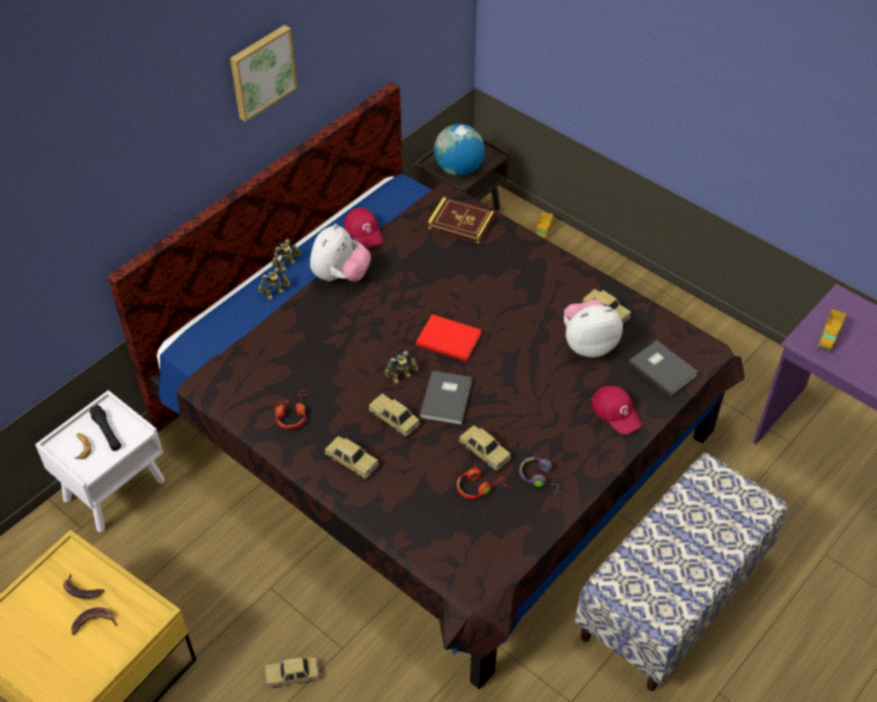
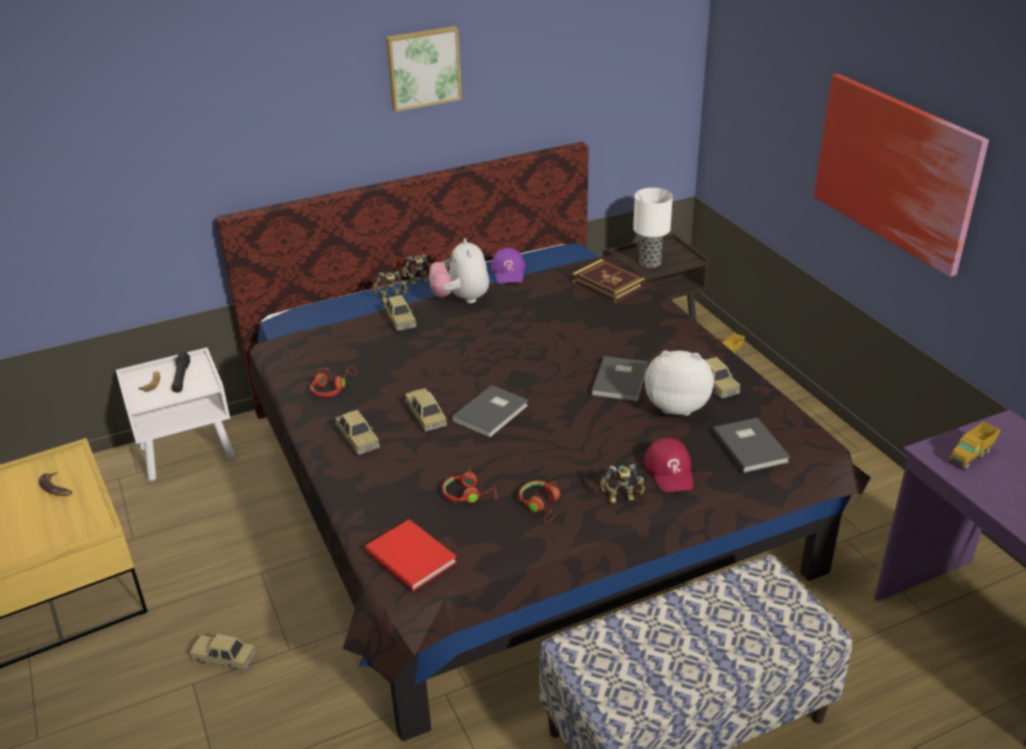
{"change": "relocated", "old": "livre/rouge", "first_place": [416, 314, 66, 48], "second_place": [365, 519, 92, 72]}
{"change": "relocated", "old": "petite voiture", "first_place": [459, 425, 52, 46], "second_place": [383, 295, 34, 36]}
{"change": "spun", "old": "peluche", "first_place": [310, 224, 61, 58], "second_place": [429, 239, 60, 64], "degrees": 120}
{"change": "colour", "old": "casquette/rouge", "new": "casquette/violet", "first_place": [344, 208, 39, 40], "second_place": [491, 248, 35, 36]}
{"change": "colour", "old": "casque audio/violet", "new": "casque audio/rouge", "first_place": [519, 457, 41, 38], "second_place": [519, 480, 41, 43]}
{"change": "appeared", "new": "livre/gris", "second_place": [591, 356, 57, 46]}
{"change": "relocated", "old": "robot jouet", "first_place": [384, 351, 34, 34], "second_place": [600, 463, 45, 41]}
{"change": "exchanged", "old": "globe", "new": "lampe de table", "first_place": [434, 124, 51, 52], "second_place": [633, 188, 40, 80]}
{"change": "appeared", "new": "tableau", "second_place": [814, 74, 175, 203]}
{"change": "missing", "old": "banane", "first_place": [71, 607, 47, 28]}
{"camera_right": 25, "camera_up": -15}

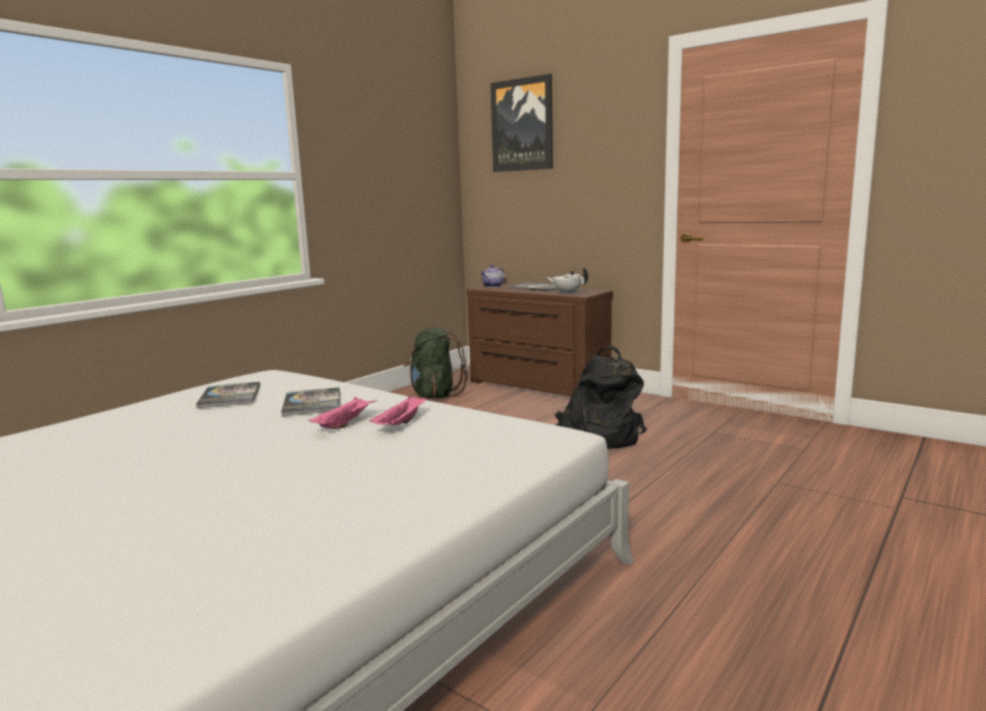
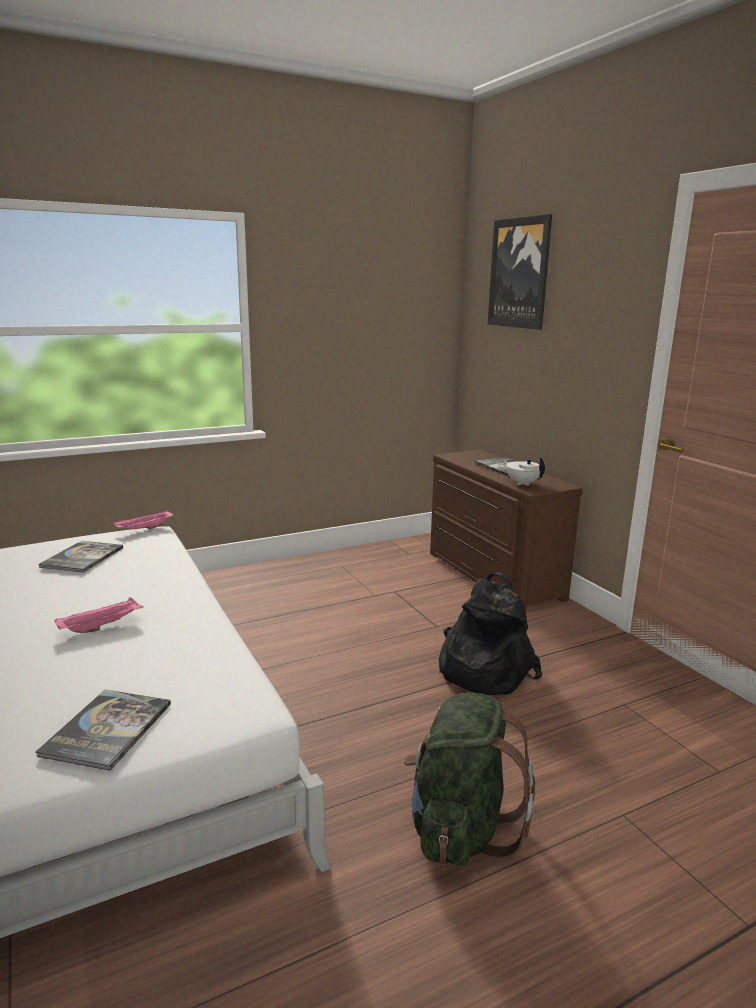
{"change": "relocated", "old": "livre", "first_place": [281, 387, 59, 29], "second_place": [36, 690, 135, 81]}
{"change": "relocated", "old": "plateau/rose", "first_place": [369, 396, 57, 29], "second_place": [113, 510, 61, 19]}
{"change": "relocated", "old": "sac à dos/vert", "first_place": [403, 328, 65, 70], "second_place": [404, 693, 131, 173]}
{"change": "missing", "old": "théière", "first_place": [480, 265, 25, 22]}
{"camera_right": 25, "camera_up": 5}

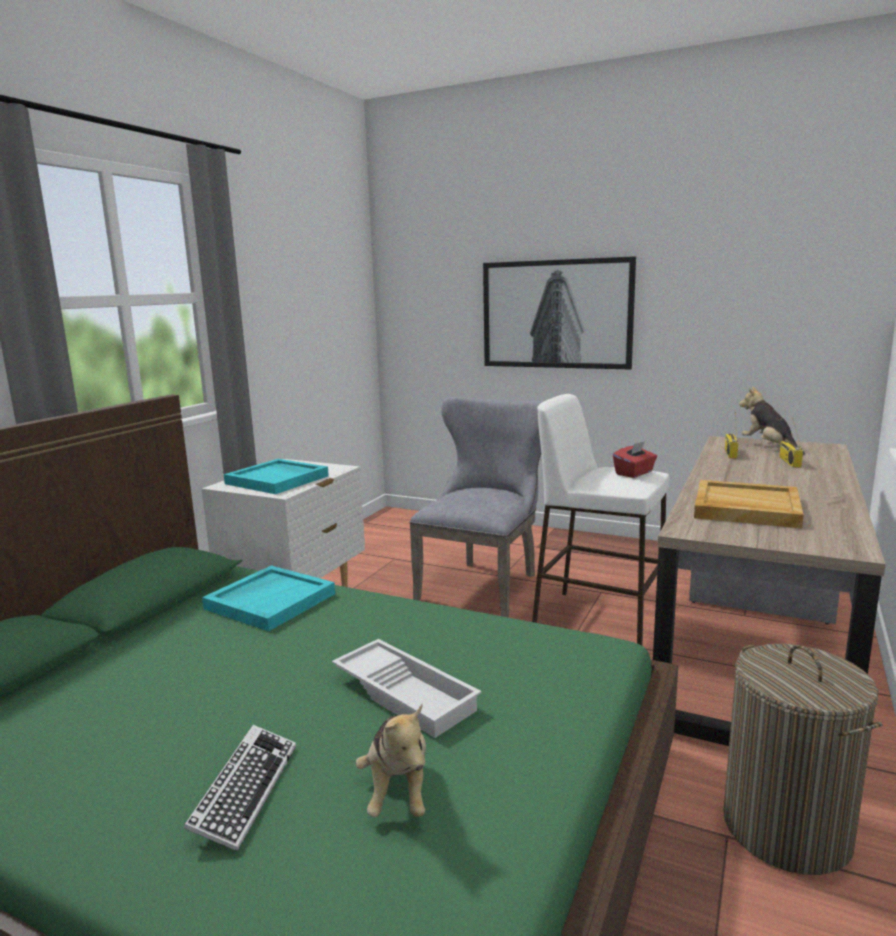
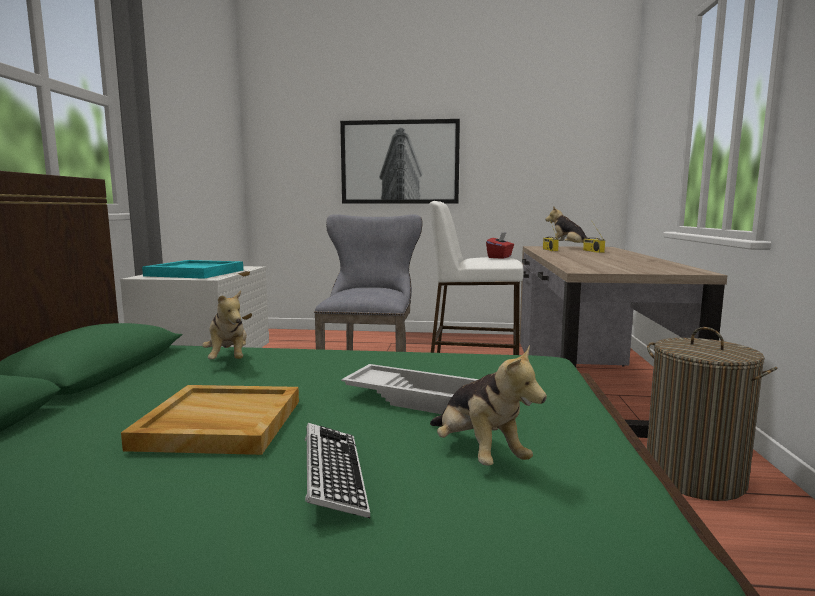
{"change": "relocated", "old": "plateau/beige", "first_place": [694, 480, 110, 48], "second_place": [121, 385, 178, 70]}
{"change": "exchanged", "old": "plateau/turquoise", "new": "peluche", "first_place": [202, 566, 133, 65], "second_place": [202, 290, 45, 69]}
{"camera_right": -20, "camera_up": -5}

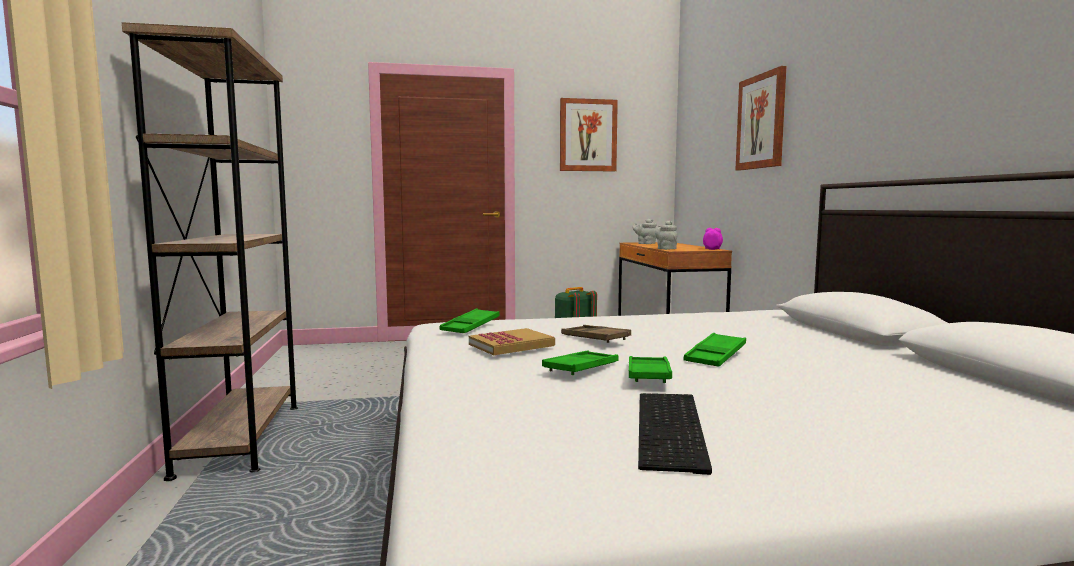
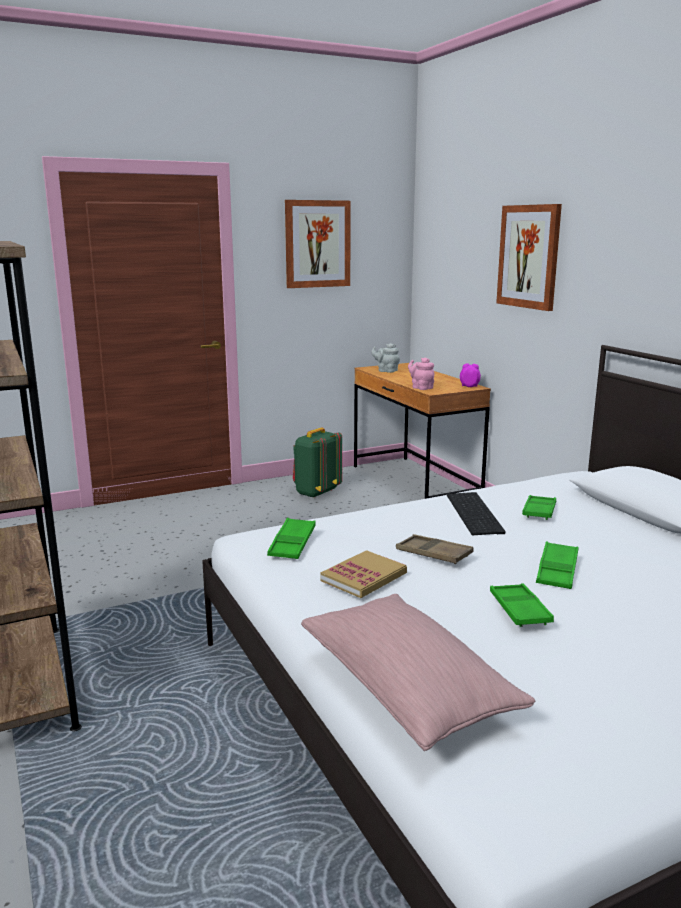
{"change": "appeared", "new": "coussin/rose", "second_place": [301, 594, 234, 157]}
{"change": "colour", "old": "théière/gris", "new": "théière/rose", "first_place": [655, 220, 22, 30], "second_place": [408, 358, 26, 32]}
{"change": "relocated", "old": "clavier", "first_place": [638, 393, 74, 82], "second_place": [447, 492, 59, 43]}
{"change": "relocated", "old": "plateau/vert", "first_place": [542, 351, 77, 24], "second_place": [522, 495, 34, 25]}
{"camera_right": -15, "camera_up": 10}

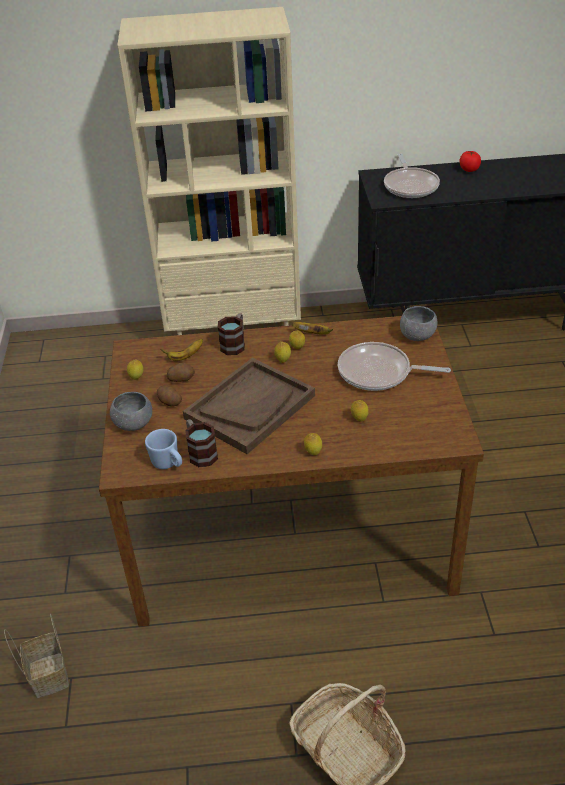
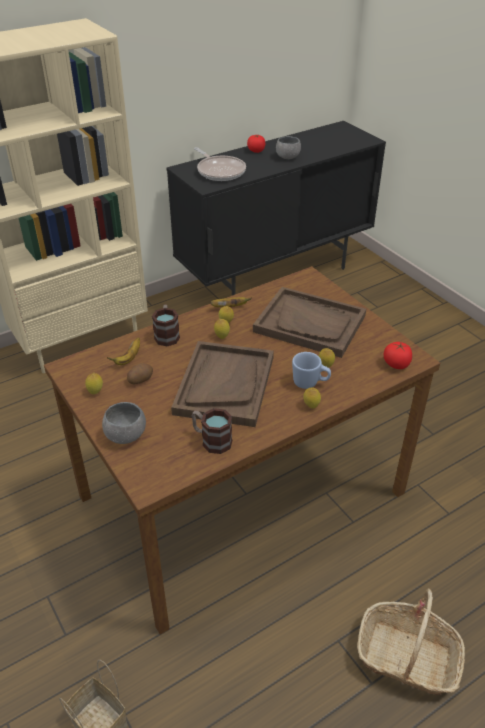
{"change": "exchanged", "old": "poêle", "new": "plateau/marron", "first_place": [338, 342, 113, 49], "second_place": [253, 287, 113, 71]}
{"change": "relocated", "old": "bol/gris", "first_place": [400, 306, 38, 35], "second_place": [276, 136, 25, 23]}
{"change": "relocated", "old": "mug/bleu", "first_place": [145, 429, 37, 40], "second_place": [292, 352, 39, 37]}
{"change": "appeared", "new": "tomate", "second_place": [384, 342, 28, 27]}
{"change": "missing", "old": "pomme de terre", "first_place": [157, 385, 25, 21]}
{"camera_right": -30, "camera_up": 0}

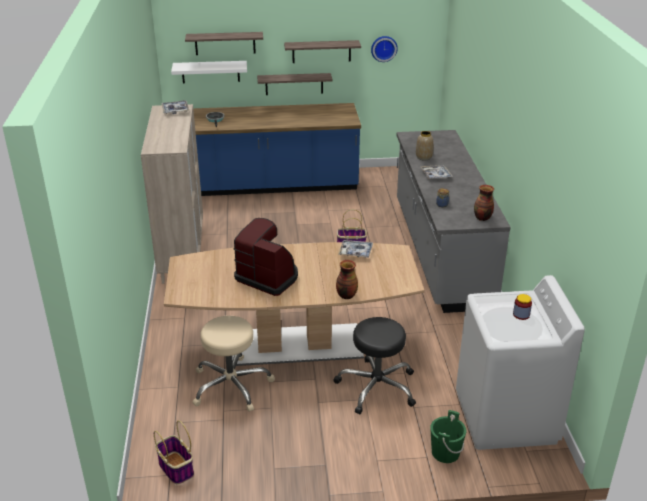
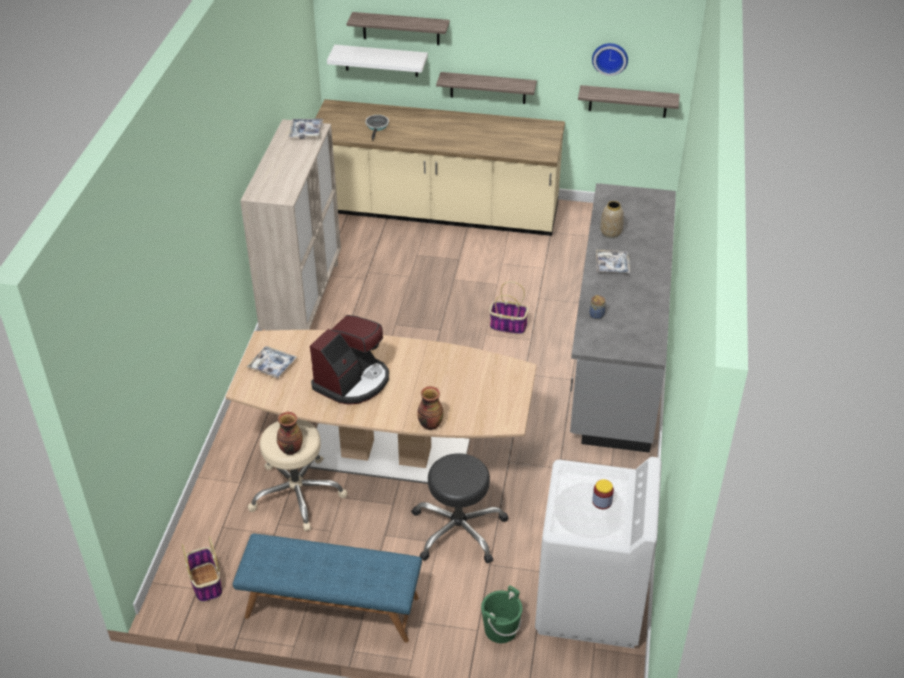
{"change": "appeared", "new": "banc/bleu", "second_place": [233, 533, 189, 110]}
{"change": "relocated", "old": "plateau", "first_place": [338, 240, 35, 18], "second_place": [246, 346, 51, 33]}
{"change": "relocated", "old": "vase", "first_place": [474, 185, 20, 36], "second_place": [277, 412, 26, 43]}
{"change": "spun", "old": "machine à café", "first_place": [234, 218, 64, 78], "second_place": [310, 315, 79, 89], "degrees": 75}
{"change": "colour", "old": "comptoir de cuisine/bleu", "new": "comptoir de cuisine/beige", "first_place": [193, 103, 168, 93], "second_place": [315, 99, 250, 137]}
{"change": "relocated", "old": "étagère", "first_place": [284, 40, 77, 23], "second_place": [578, 85, 102, 33]}
{"camera_right": 15, "camera_up": 10}

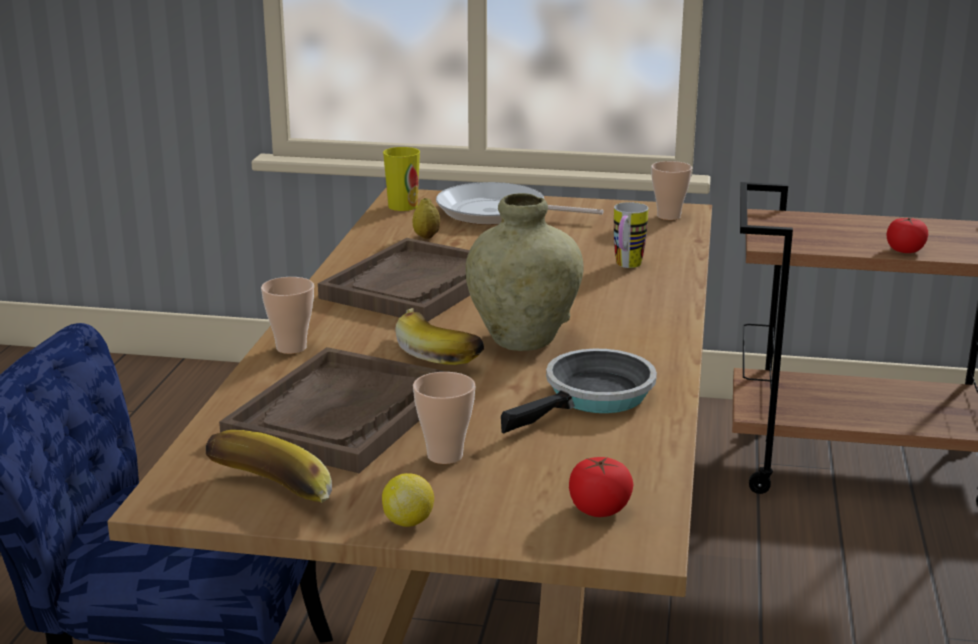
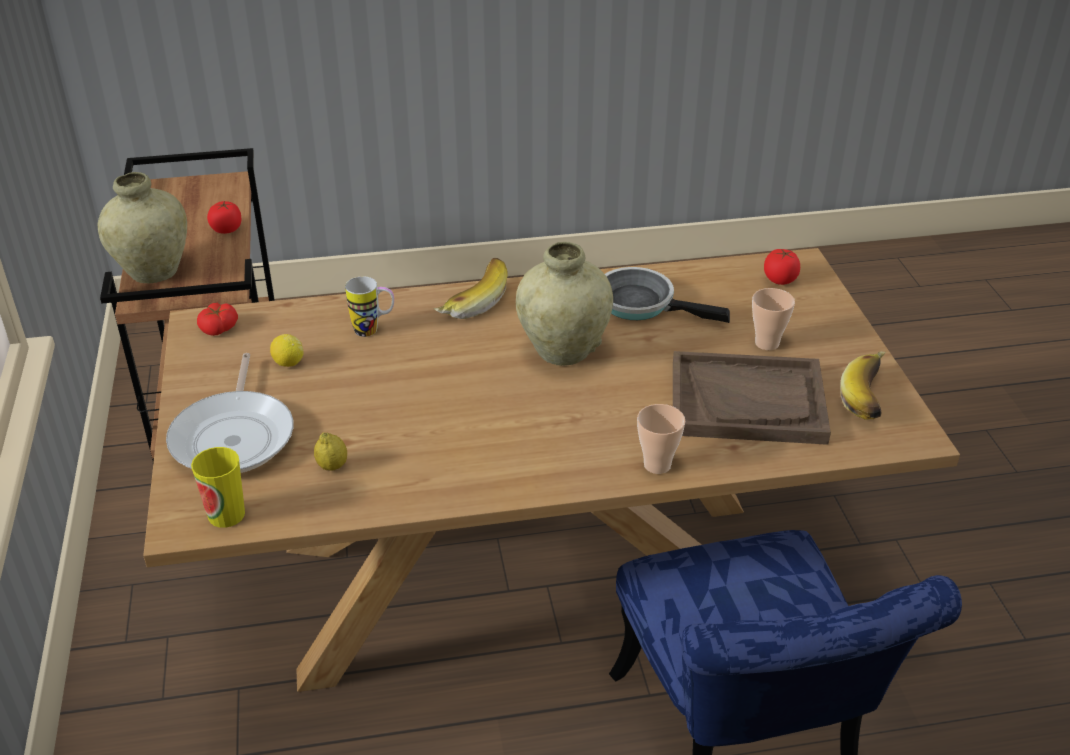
{"change": "appeared", "new": "vase/beige", "second_place": [98, 172, 89, 111]}
{"change": "exchanged", "old": "tasse", "new": "tomate", "first_place": [651, 161, 41, 59], "second_place": [197, 303, 41, 33]}
{"change": "relocated", "old": "citron", "first_place": [382, 473, 52, 54], "second_place": [270, 334, 33, 33]}
{"change": "relocated", "old": "banane", "first_place": [395, 308, 89, 57], "second_place": [433, 258, 75, 61]}
{"change": "missing", "old": "plateau/marron", "first_place": [318, 238, 152, 84]}
{"camera_right": -110, "camera_up": 15}

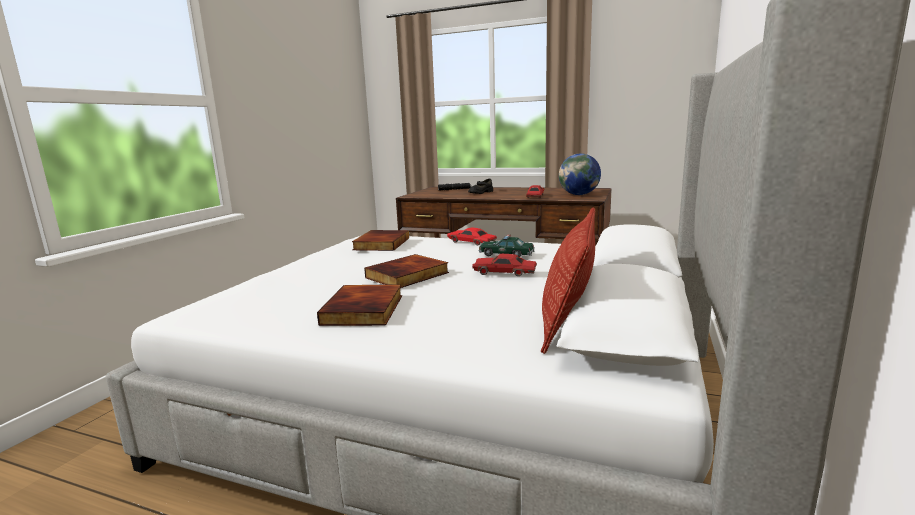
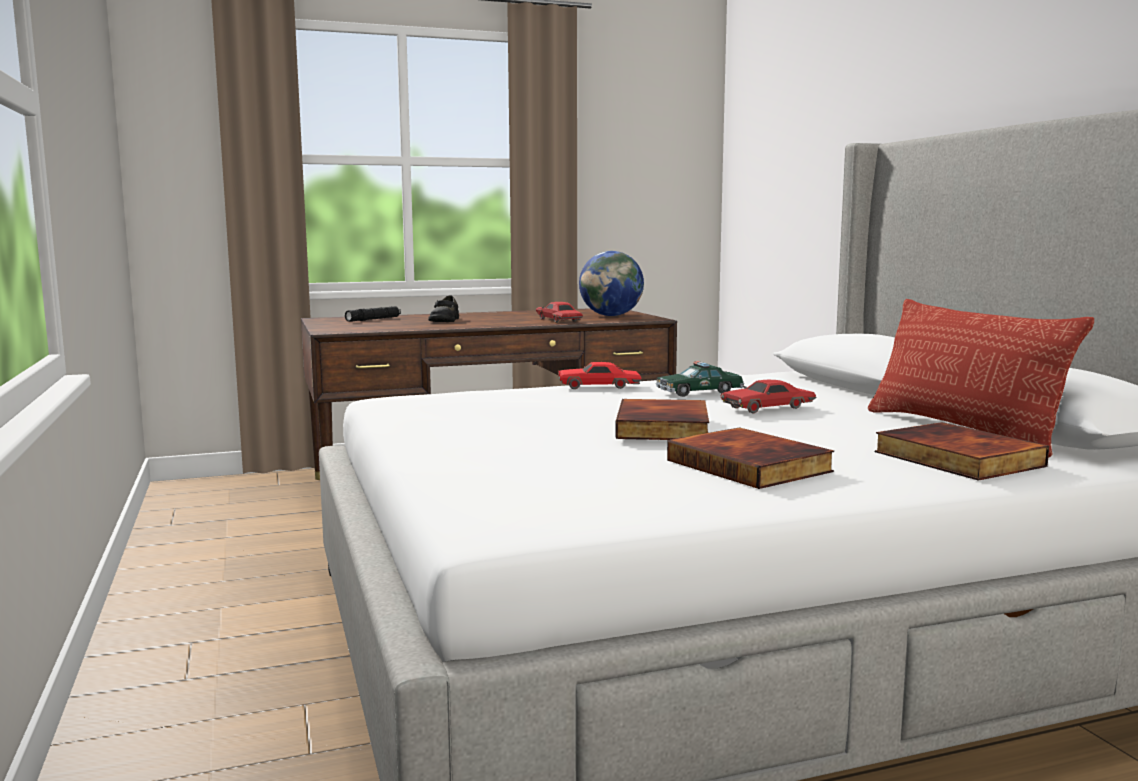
{"change": "relocated", "old": "livre", "first_place": [352, 230, 57, 21], "second_place": [875, 422, 174, 59]}
{"camera_right": -40, "camera_up": -5}

